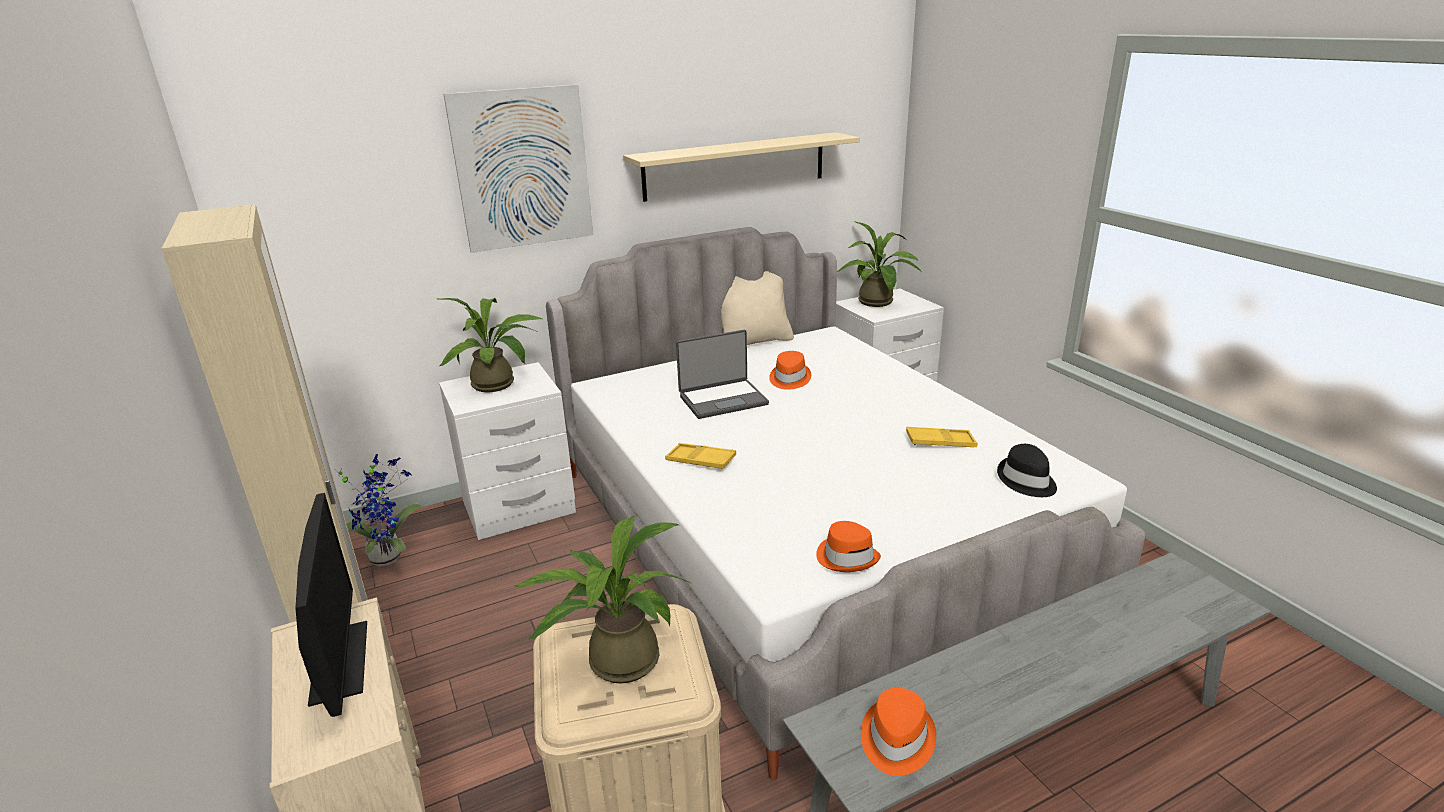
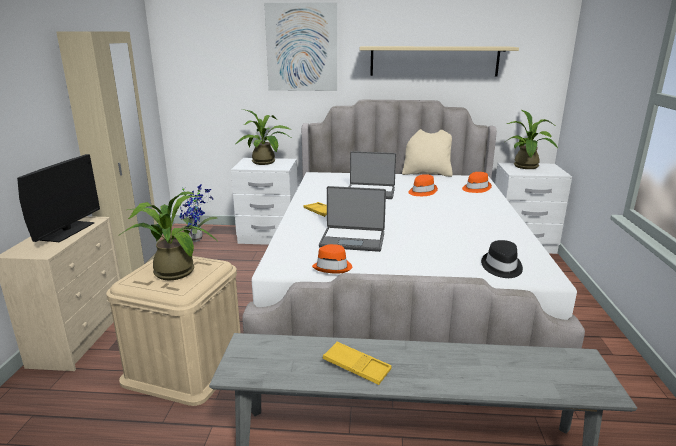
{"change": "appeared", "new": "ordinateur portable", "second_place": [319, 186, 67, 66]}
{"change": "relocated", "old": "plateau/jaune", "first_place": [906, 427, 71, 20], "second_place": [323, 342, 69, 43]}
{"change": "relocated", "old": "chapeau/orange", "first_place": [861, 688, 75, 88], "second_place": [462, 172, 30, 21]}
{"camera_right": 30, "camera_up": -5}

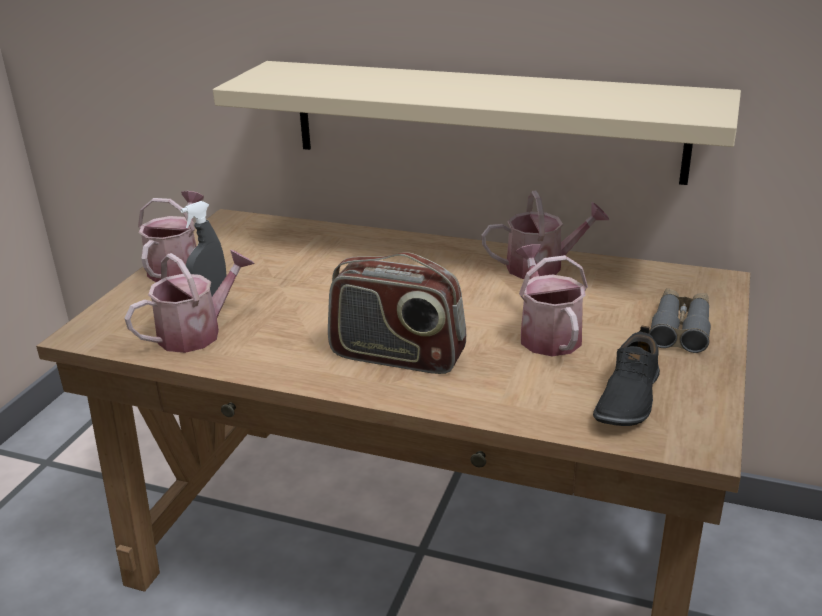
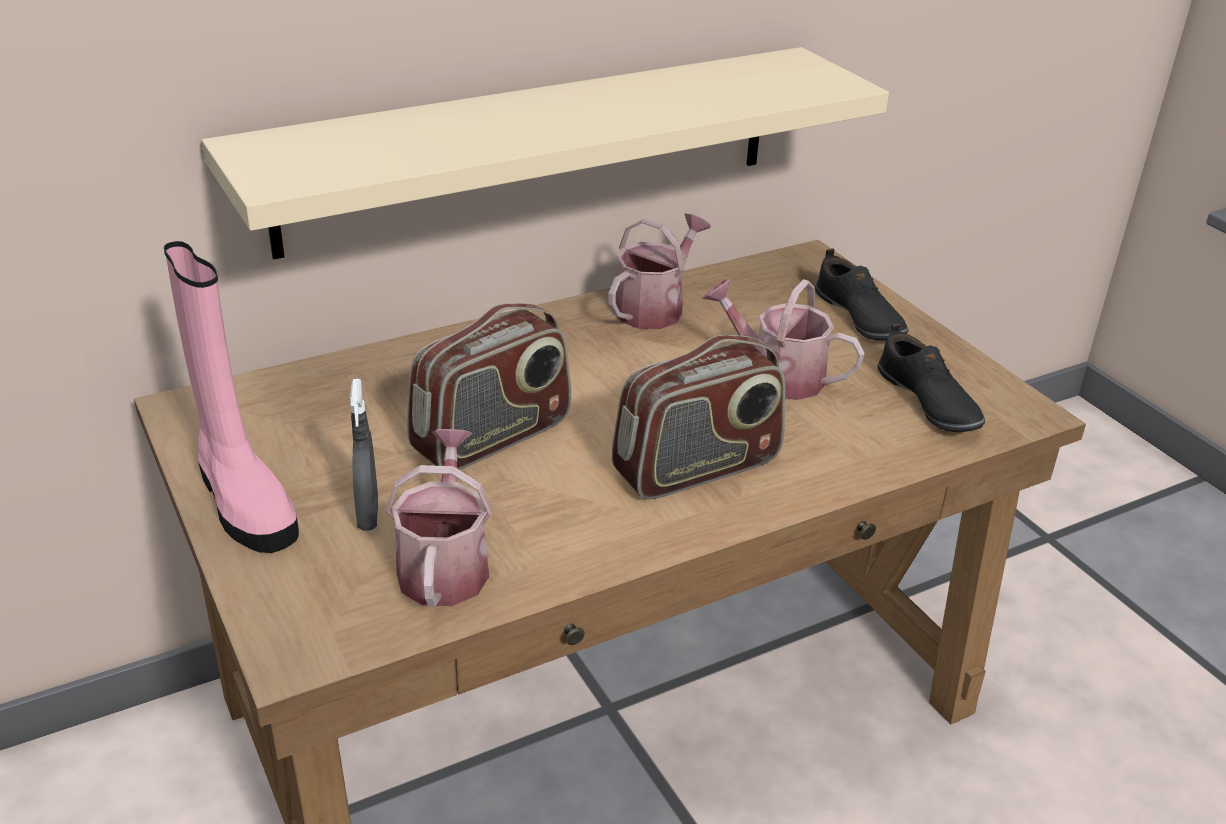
{"change": "exchanged", "old": "arrosoir", "new": "botte/rose", "first_place": [138, 191, 66, 91], "second_place": [164, 241, 135, 312]}
{"change": "appeared", "new": "radio", "second_place": [407, 303, 164, 167]}
{"change": "exchanged", "old": "jumelles/gris", "new": "chaussure/noir", "first_place": [649, 289, 62, 64], "second_place": [815, 248, 93, 92]}
{"camera_right": -50, "camera_up": 5}

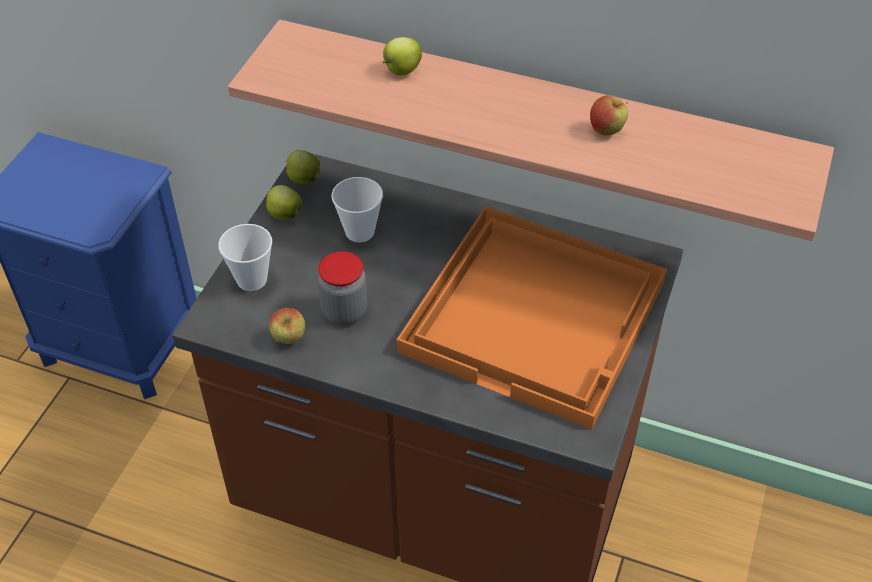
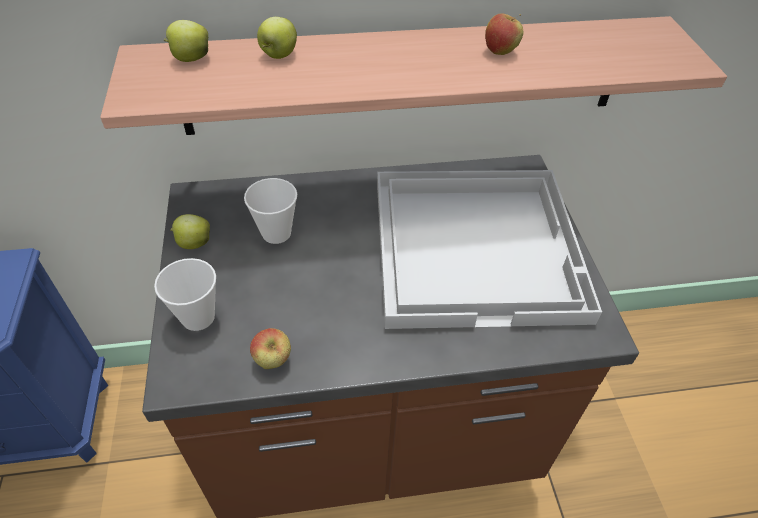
{"change": "relocated", "old": "pomme", "first_place": [286, 150, 35, 34], "second_place": [163, 20, 45, 42]}
{"change": "colour", "old": "plateau/orange", "new": "plateau/blanc", "first_place": [396, 206, 271, 224], "second_place": [377, 170, 225, 159]}
{"change": "missing", "old": "bocal", "first_place": [318, 251, 49, 74]}
{"camera_right": -30, "camera_up": 0}

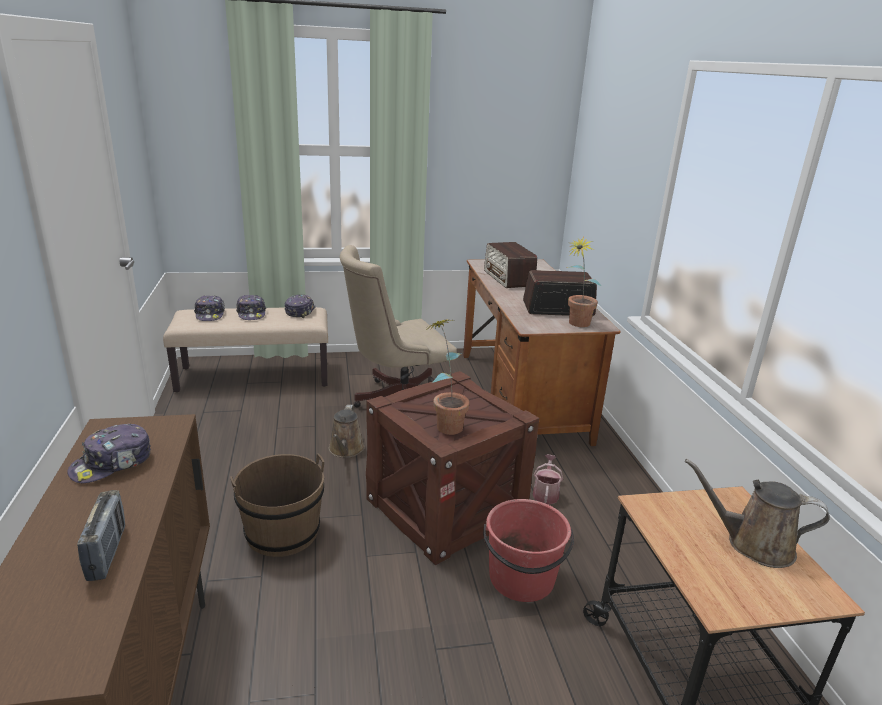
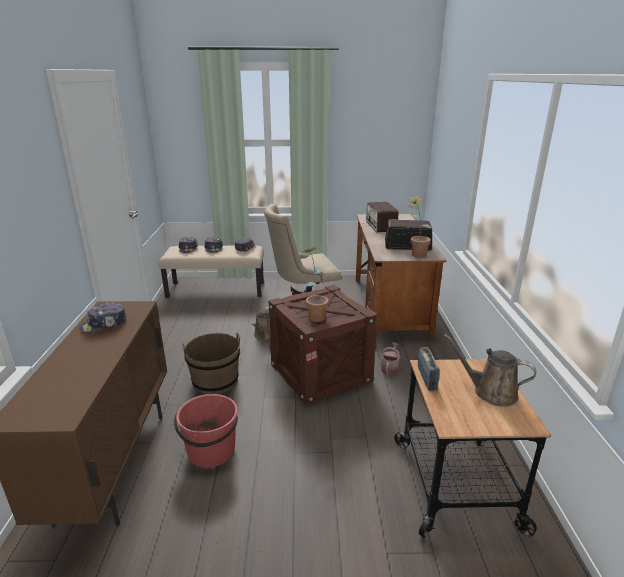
{"change": "relocated", "old": "seau/rouge", "first_place": [483, 499, 91, 103], "second_place": [174, 394, 64, 74]}
{"change": "relocated", "old": "radio", "first_place": [77, 490, 48, 91], "second_place": [418, 347, 22, 43]}
{"camera_right": 10, "camera_up": 0}

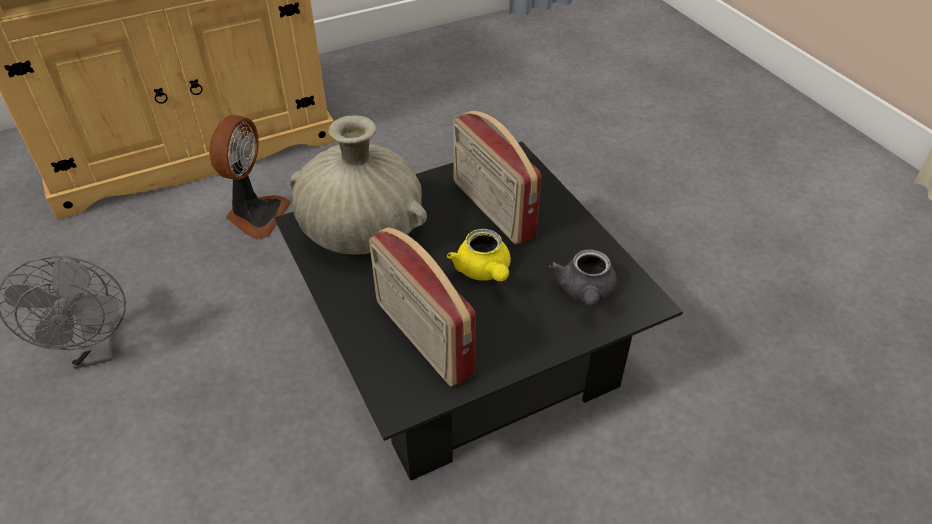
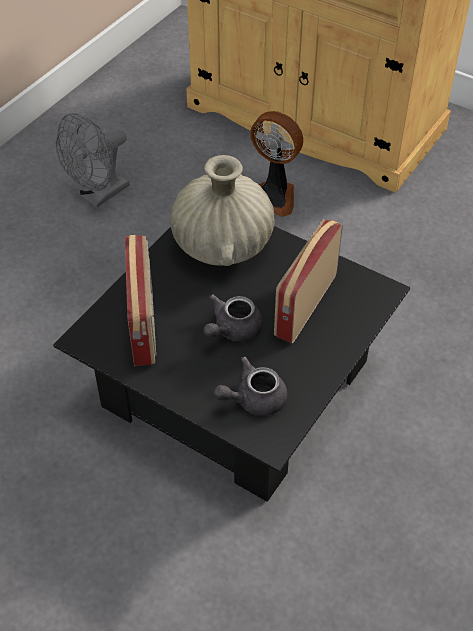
{"change": "spun", "old": "radio", "first_place": [369, 227, 107, 159], "second_place": [125, 235, 31, 131], "degrees": 150}
{"change": "colour", "old": "théière/jaune", "new": "théière/gris", "first_place": [447, 229, 64, 53], "second_place": [203, 294, 60, 47]}
{"change": "spun", "old": "ventilateur", "first_place": [209, 115, 82, 124], "second_place": [251, 111, 52, 106], "degrees": 45}
{"camera_right": 60, "camera_up": 5}

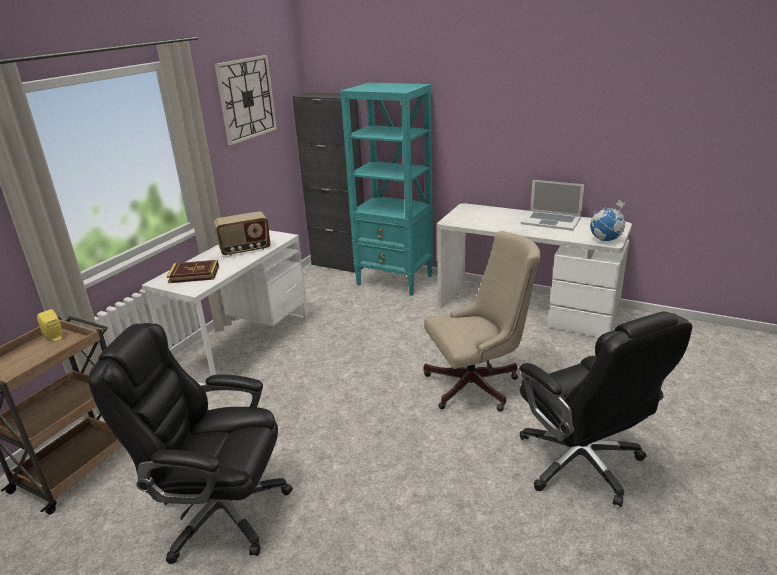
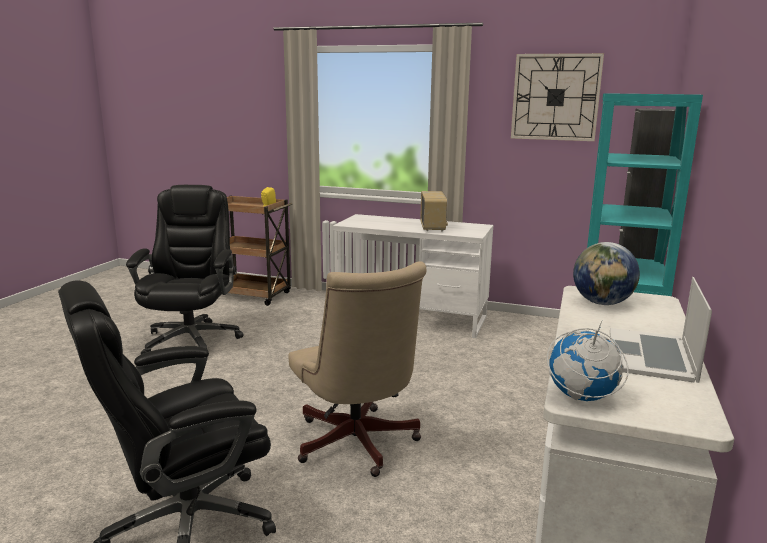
{"change": "spun", "old": "radio", "first_place": [214, 211, 56, 45], "second_place": [420, 191, 28, 40], "degrees": -150}
{"change": "appeared", "new": "globe", "second_place": [573, 242, 67, 63]}
{"change": "missing", "old": "livre", "first_place": [167, 260, 52, 23]}
{"camera_right": 80, "camera_up": -10}

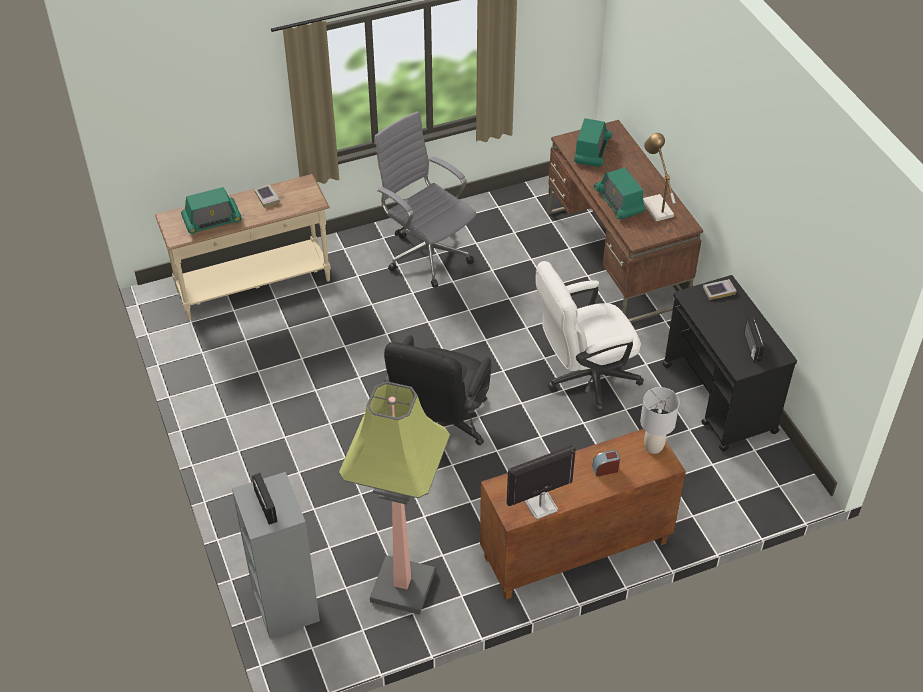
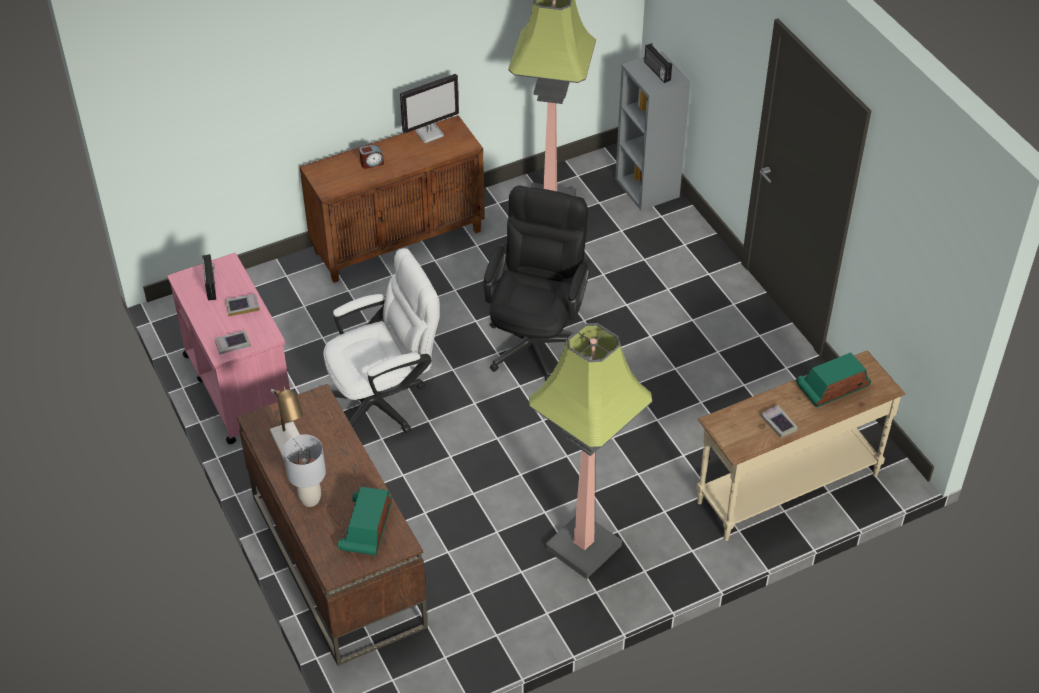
{"change": "colour", "old": "chariot/noir", "new": "chariot/rose", "first_place": [663, 275, 134, 177], "second_place": [168, 253, 122, 191]}
{"change": "appeared", "new": "livre", "second_place": [226, 294, 34, 22]}
{"change": "relocated", "old": "lampe de table/gris", "first_place": [640, 387, 40, 67], "second_place": [283, 434, 43, 73]}
{"change": "exchanged", "old": "chaise de bureau/gris", "new": "lampadaire", "first_place": [374, 111, 102, 177], "second_place": [529, 323, 123, 256]}
{"change": "missing", "old": "radio", "first_place": [594, 167, 51, 53]}
{"camera_right": 175, "camera_up": 0}

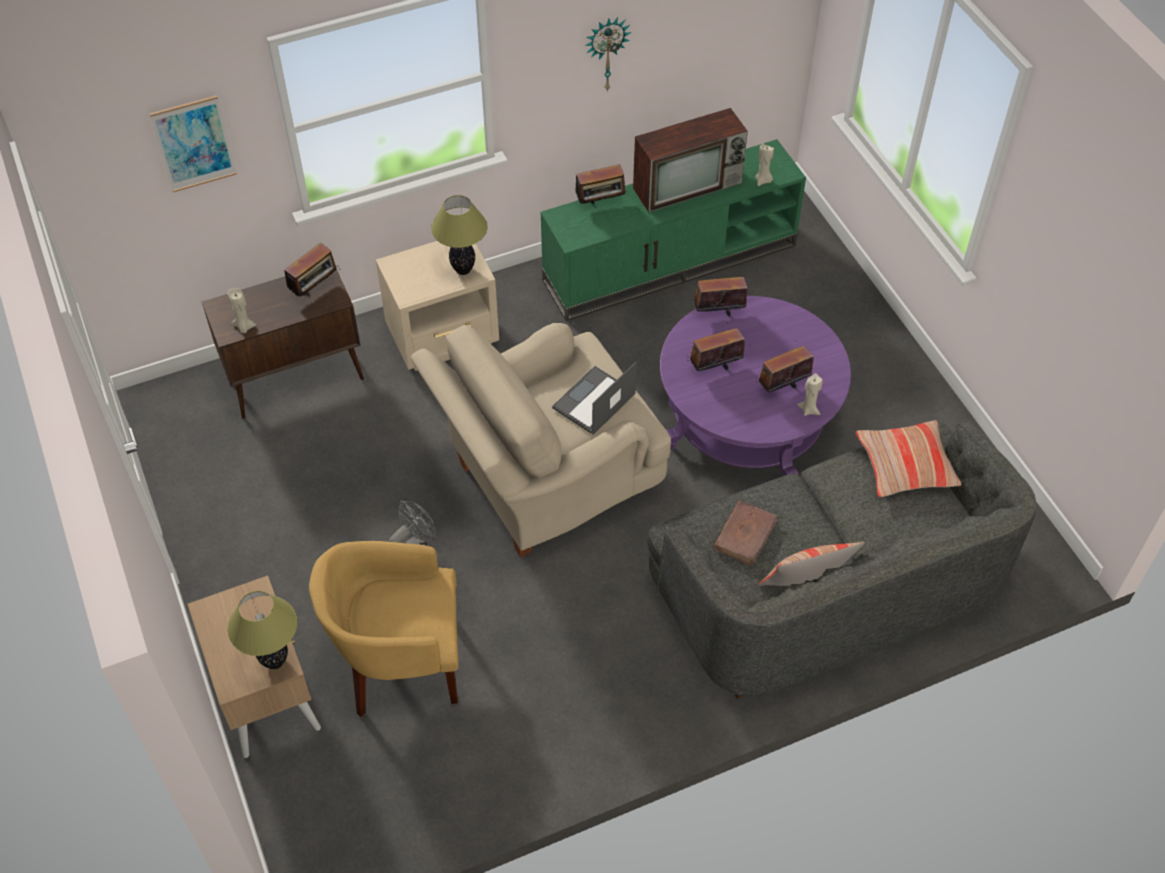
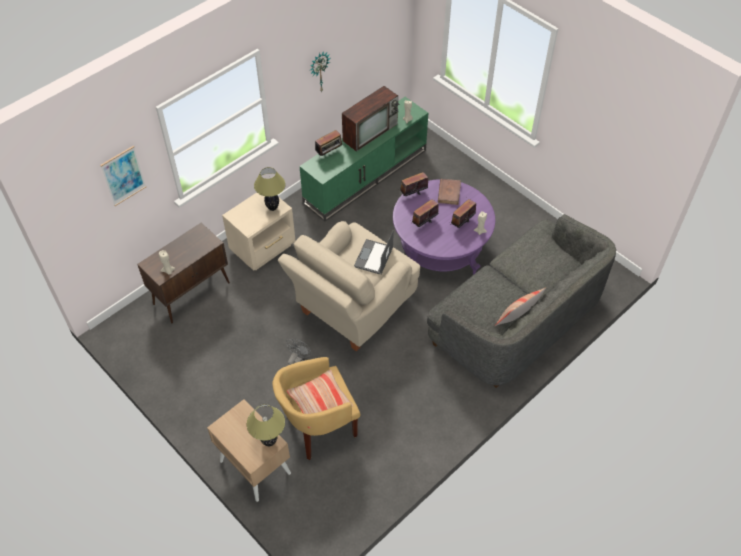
{"change": "relocated", "old": "coussin", "first_place": [855, 420, 107, 77], "second_place": [287, 369, 66, 59]}
{"change": "relocated", "old": "livre/marron", "first_place": [713, 500, 64, 66], "second_place": [438, 179, 23, 26]}
{"change": "missing", "old": "radio", "first_place": [284, 242, 56, 54]}
{"camera_right": -20, "camera_up": 0}

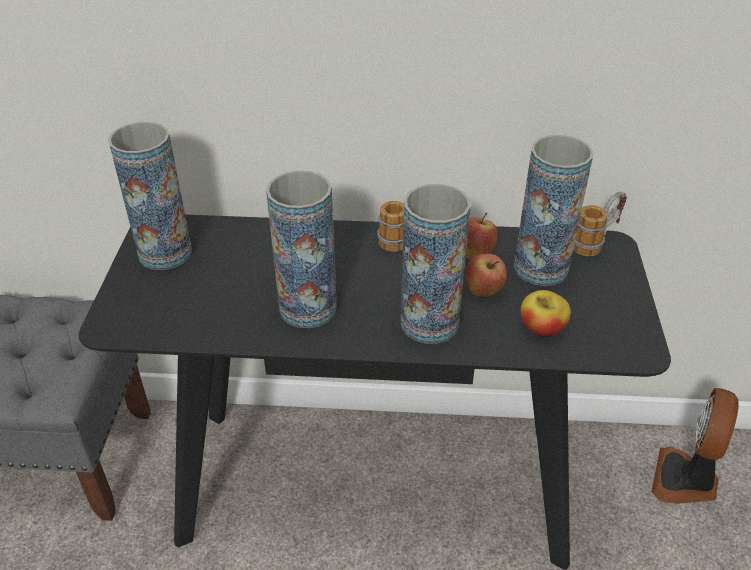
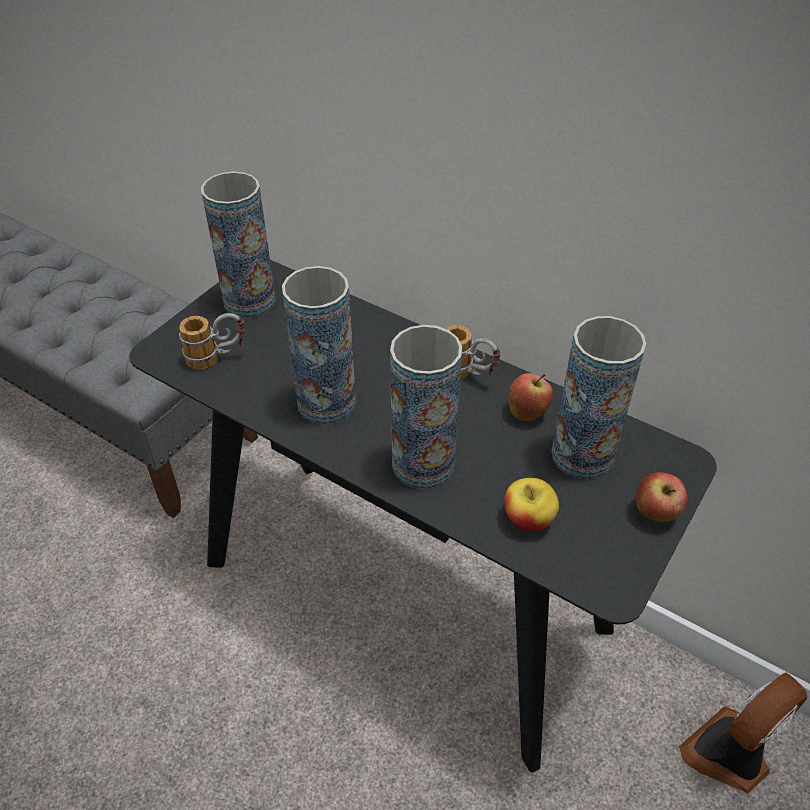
{"change": "relocated", "old": "mug", "first_place": [573, 192, 54, 64], "second_place": [179, 313, 66, 57]}
{"change": "relocated", "old": "pomme", "first_place": [465, 253, 42, 44], "second_place": [636, 472, 51, 50]}
{"camera_right": 30, "camera_up": 5}

